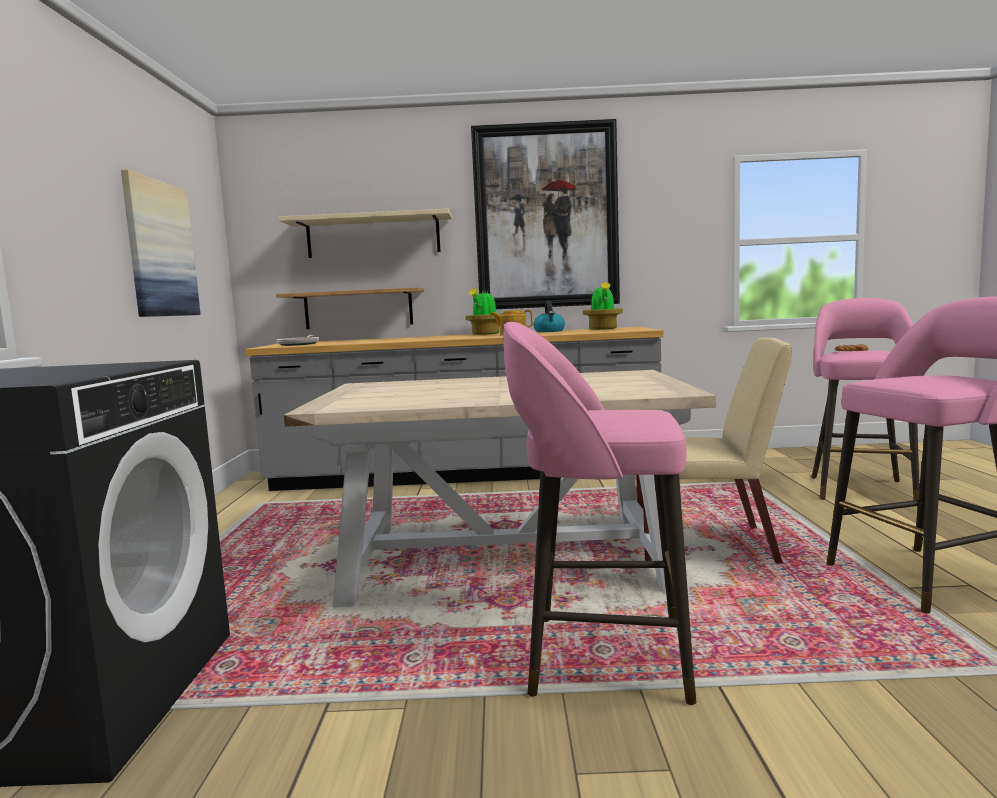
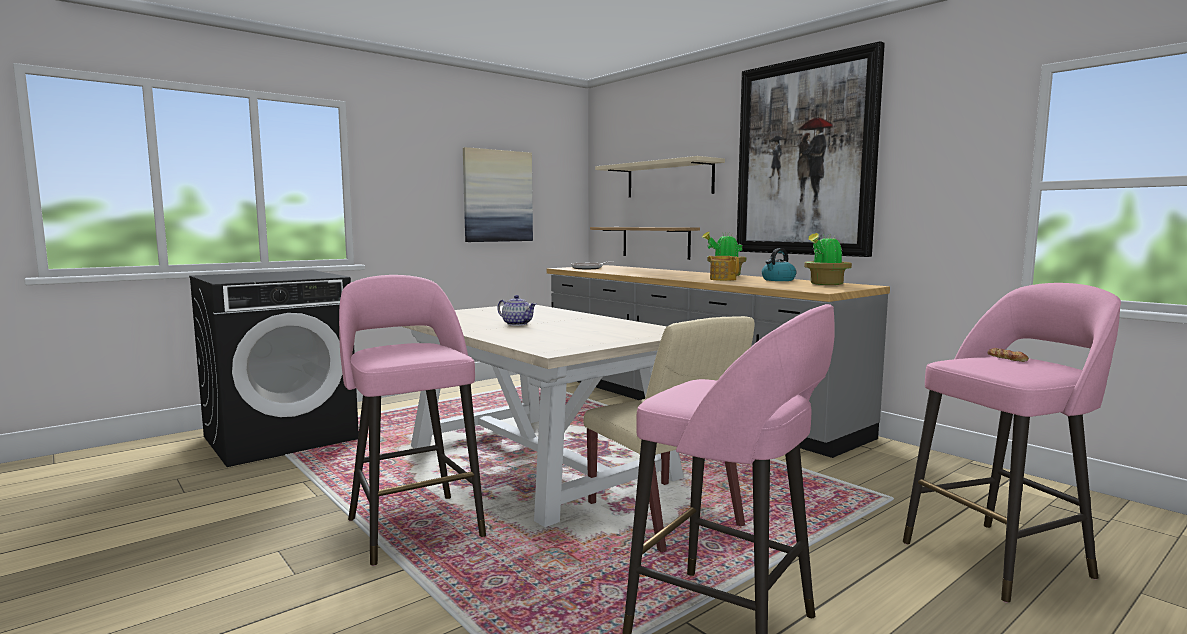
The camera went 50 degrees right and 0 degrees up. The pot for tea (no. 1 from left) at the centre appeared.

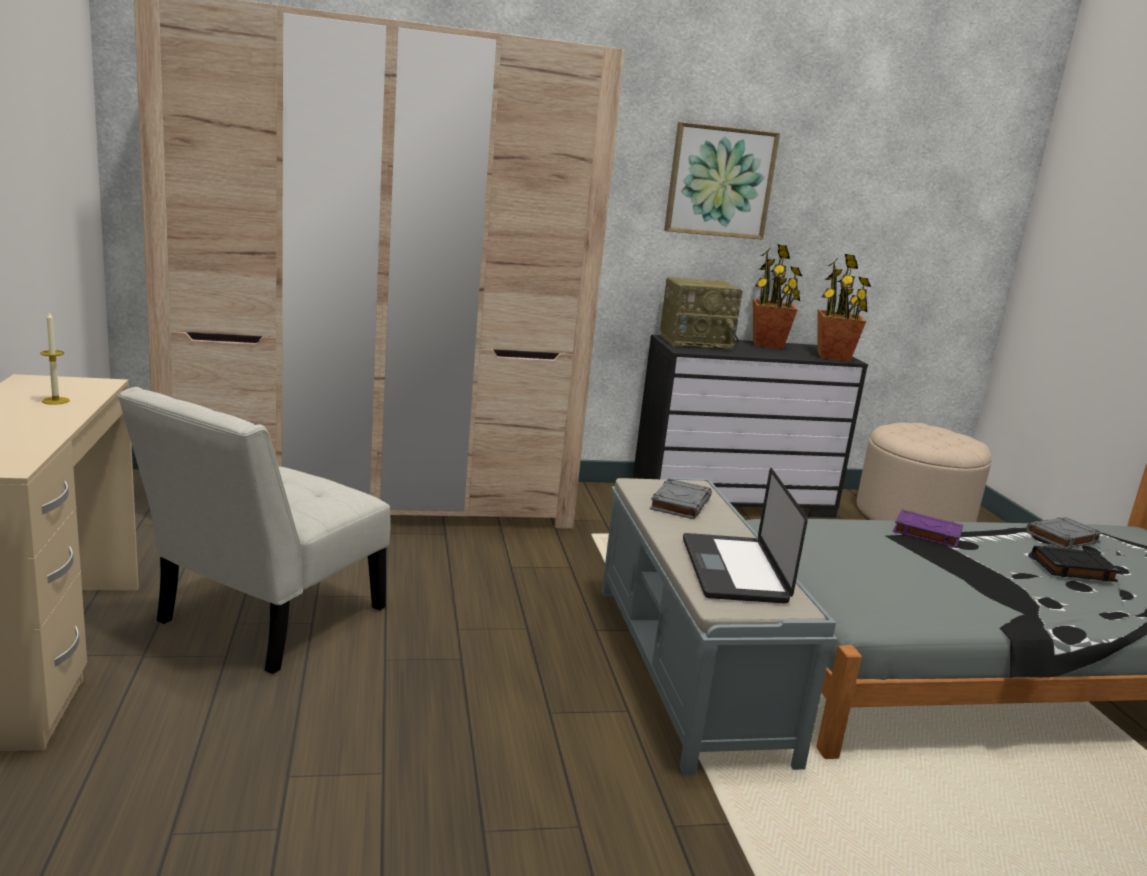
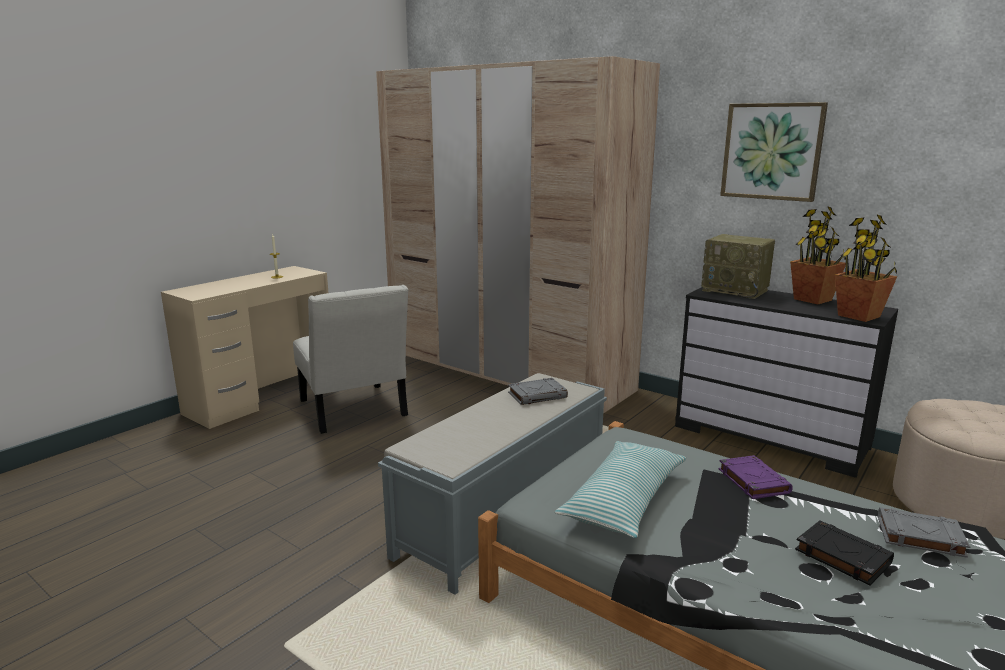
The camera went 50 degrees right and 0 degrees up. The white chair at the middle left turned 105 degrees counterclockwise. The notebook computer at the centre disappeared. The cushion at the bottom centre appeared.

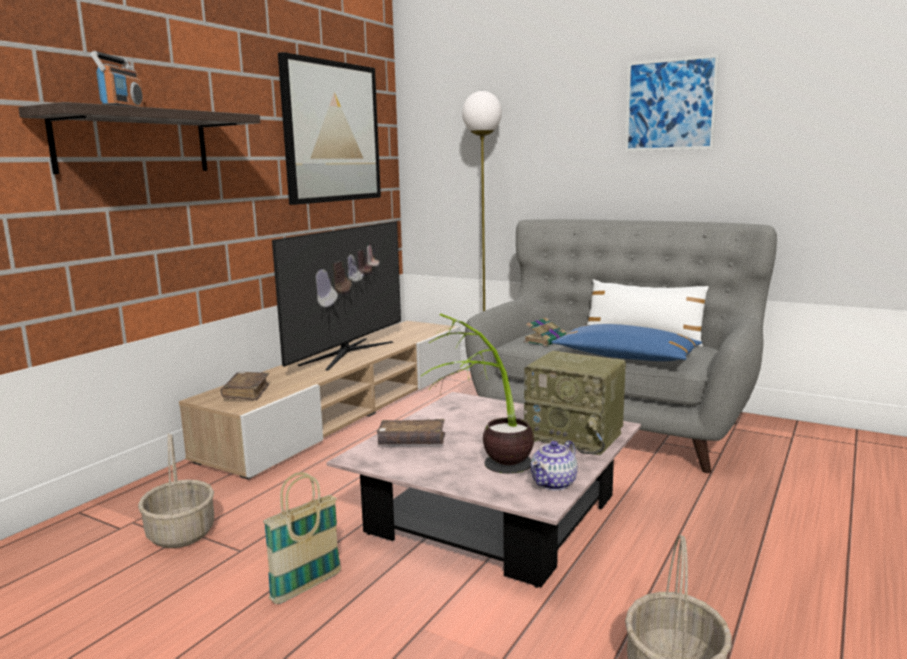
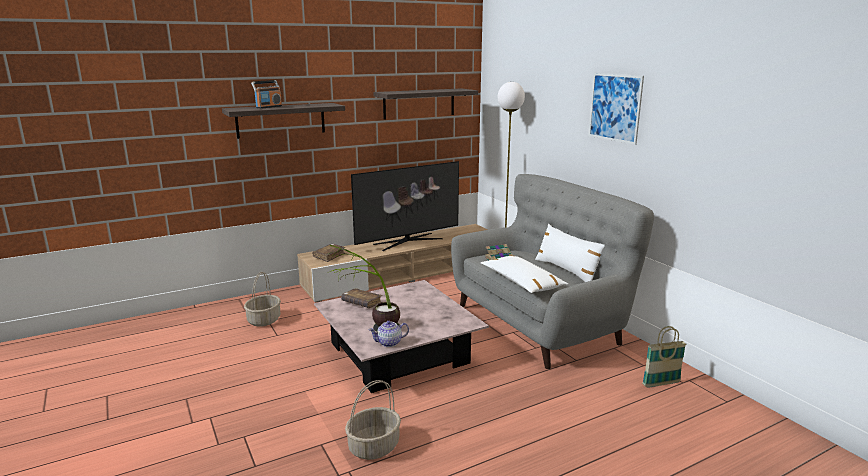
The camera went 30 degrees right and 5 degrees up. The storage basket (no. 2 from left in the first image) moved from the bottom left to the bottom right. The picture (no. 1 from left) at the top centre was replaced by the shelf (no. 2 from left) at the top centre. The radio set (no. 2 from left) at the centre disappeared. The blue-coloured cushion at the middle right became the white cushion (no. 1 from left) at the centre.

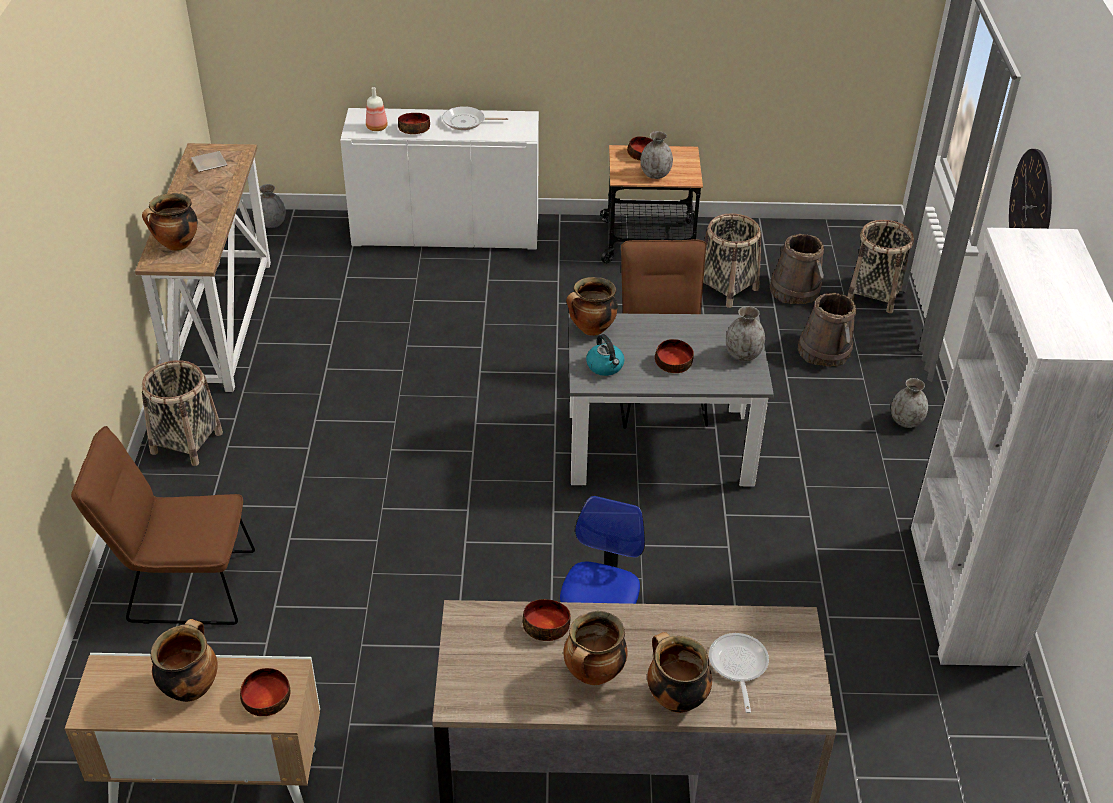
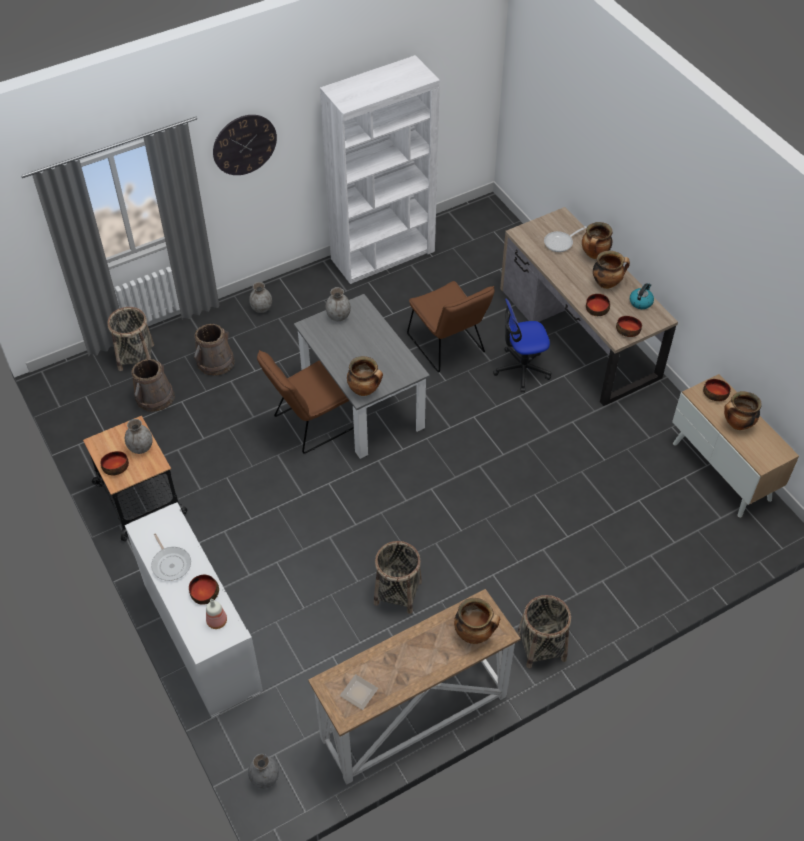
The camera went 120 degrees left and 10 degrees up. The brown-coloured chair (no. 1 from left in the first image) moved from the middle left to the centre. The water kettle moved from the centre to the middle right. The serving bowl (no. 5 from left in the first image) moved from the centre to the middle right. The storage basket (no. 2 from left) moved from the top centre to the bottom centre.

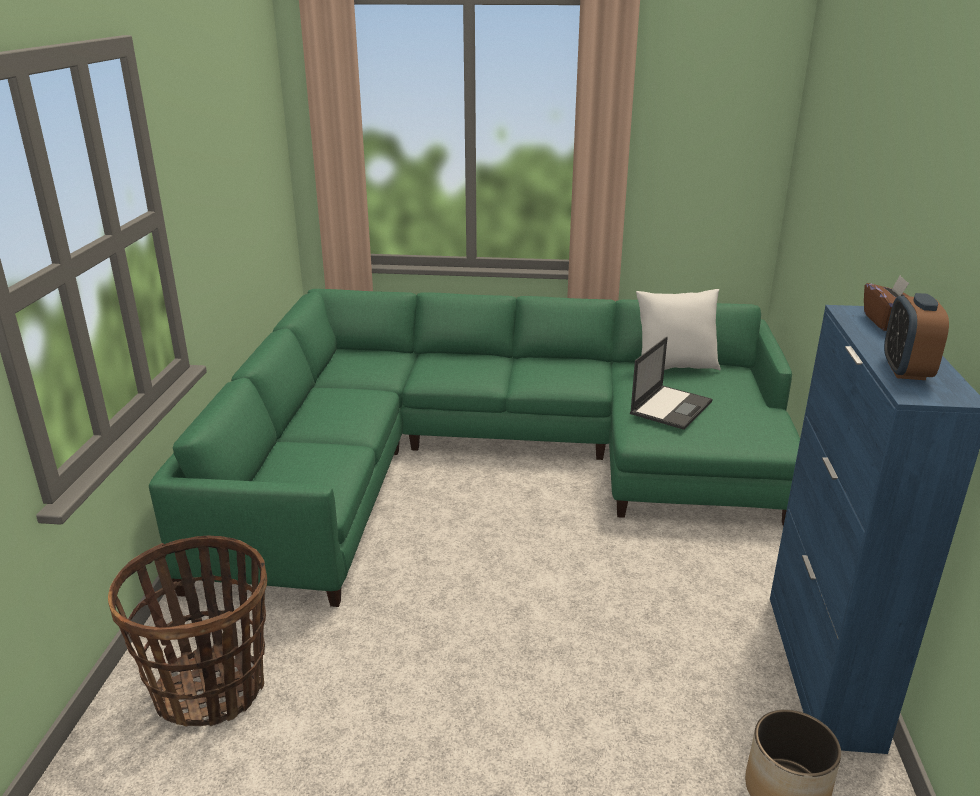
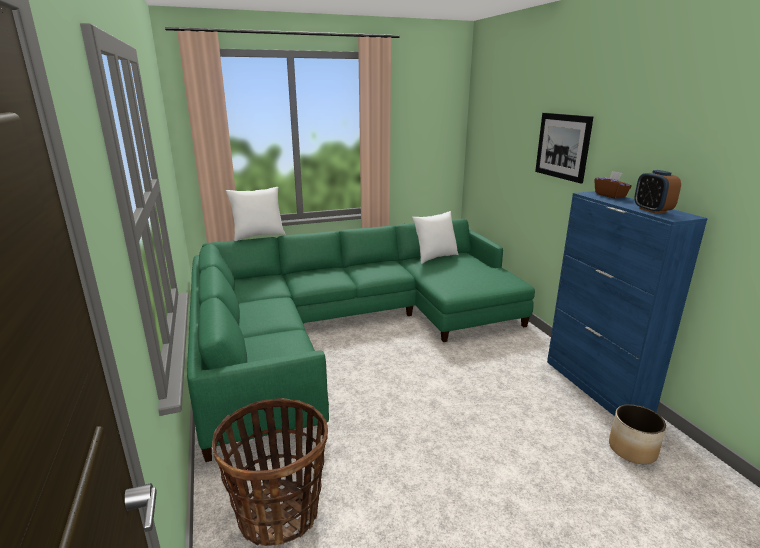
The camera went 25 degrees left and 5 degrees down. The notebook computer at the middle right disappeared. The white cushion (no. 1 from left) at the centre appeared. The picture at the top right appeared.

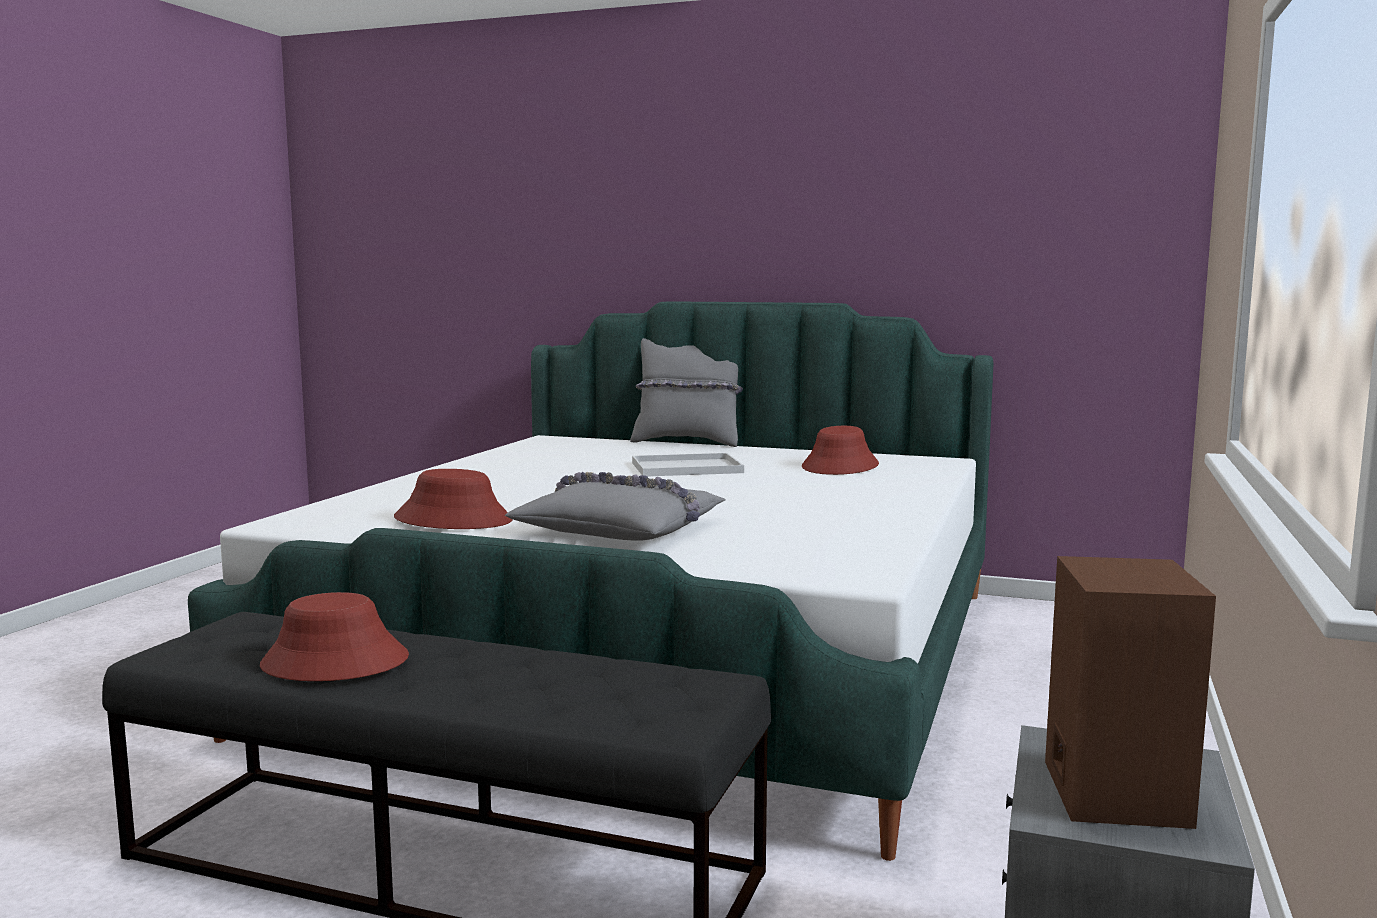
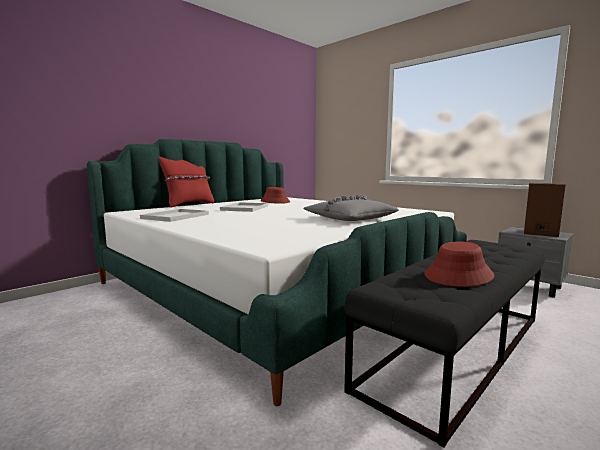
The camera went 65 degrees left and 0 degrees up. The red-coloured clothing hat (no. 2 from left) at the middle left disappeared. The gray cushion (no. 2 from left) at the centre became the red-coloured cushion at the middle left. The white tray (no. 1 from left) at the middle left appeared.

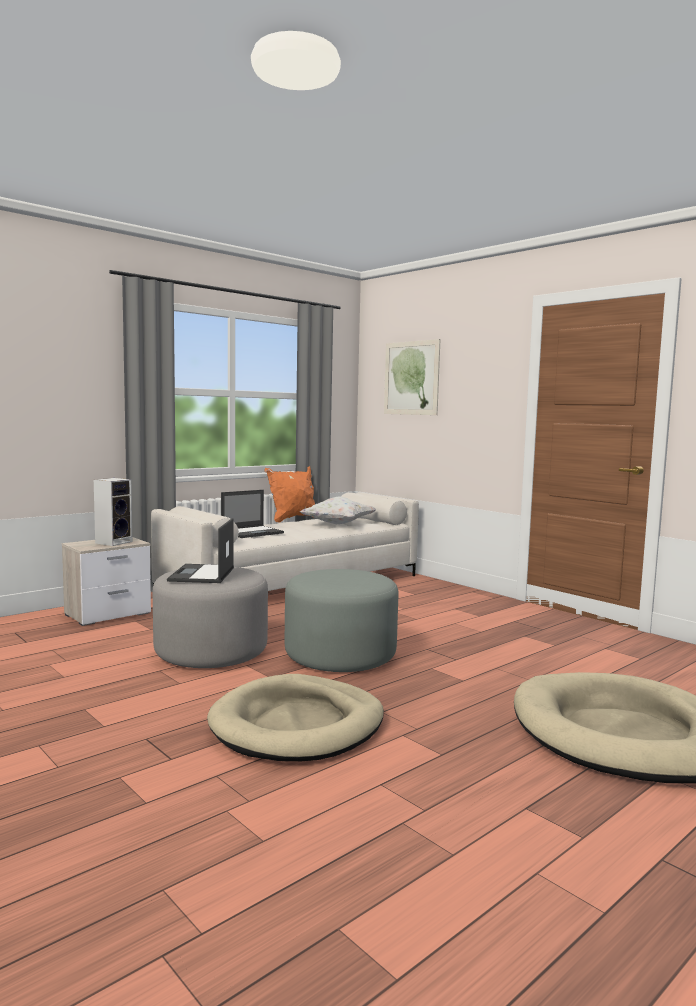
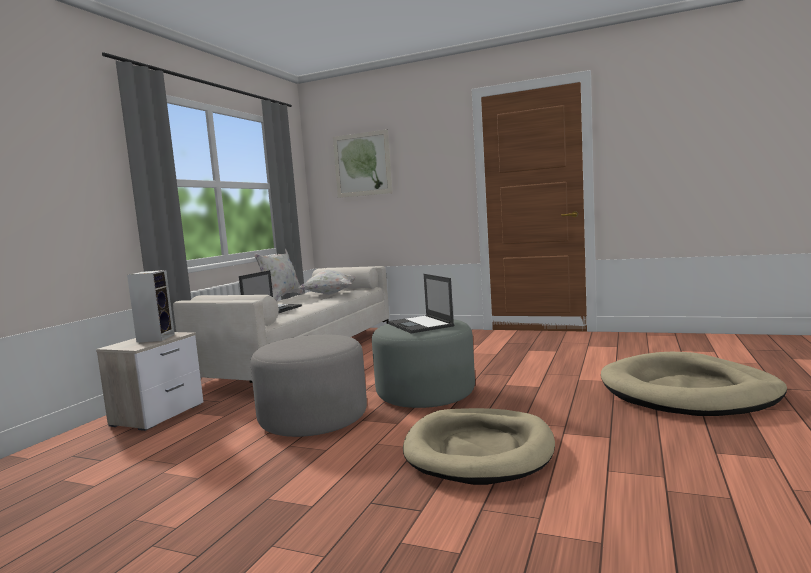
The camera went 25 degrees left and 0 degrees up. The notebook computer (no. 1 from left in the first image) moved from the middle left to the centre. The orange-coloured cushion at the centre became the white cushion (no. 1 from left) at the centre.

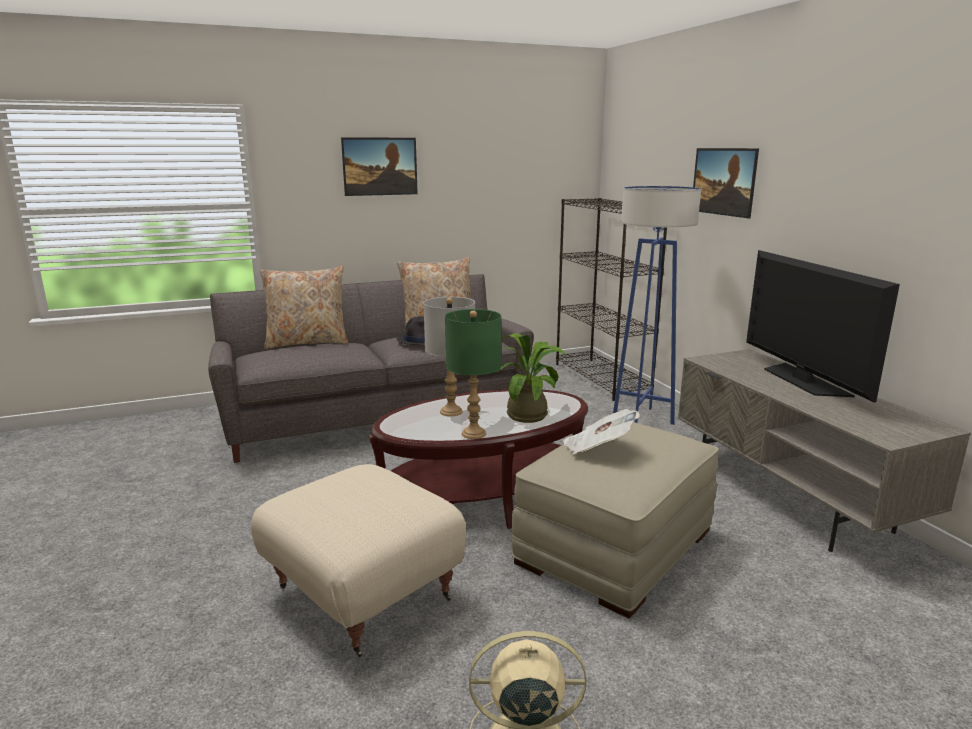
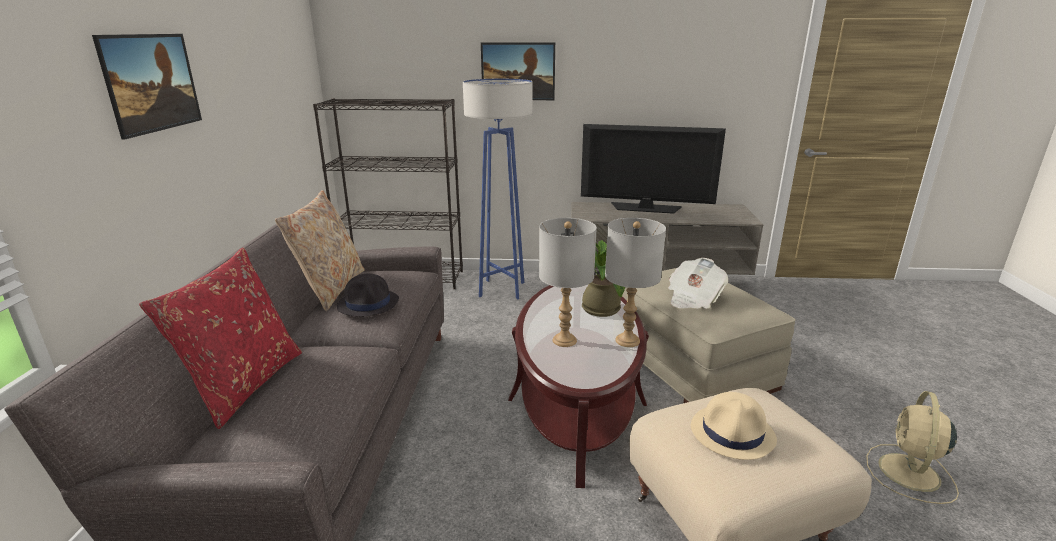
The camera went 65 degrees left and 5 degrees up. The sand-coloured cushion (no. 1 from left) at the middle left became the red-coloured cushion at the middle left. The green tabletop lamp at the centre became the gray tabletop lamp (no. 2 from left) at the centre. The sand-coloured clothing hat at the bottom right appeared.

